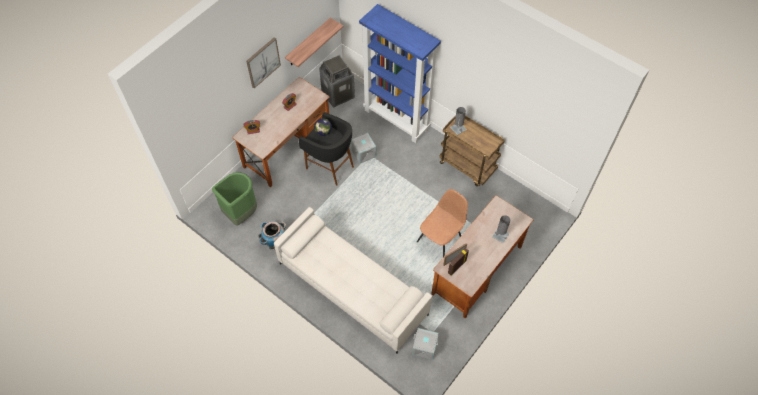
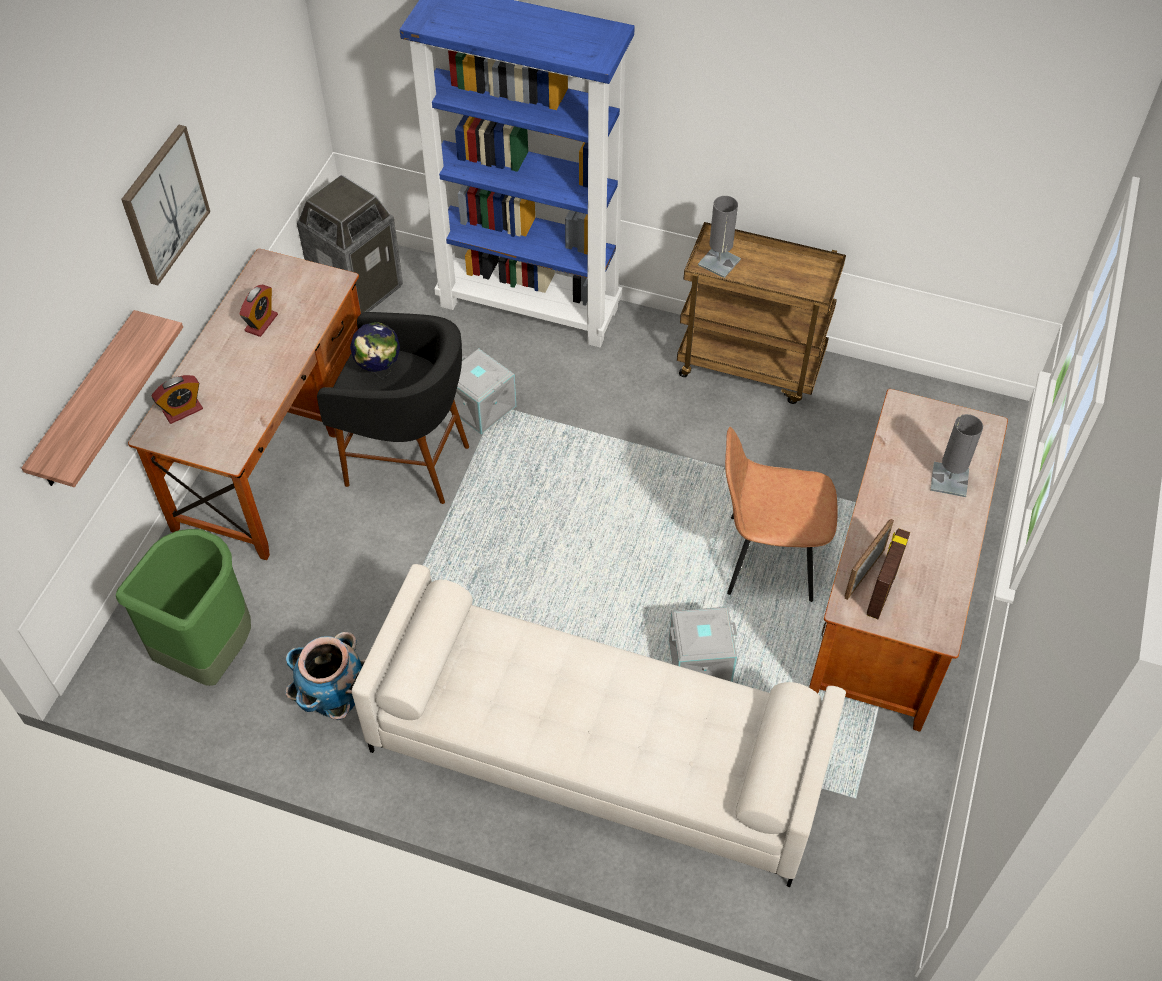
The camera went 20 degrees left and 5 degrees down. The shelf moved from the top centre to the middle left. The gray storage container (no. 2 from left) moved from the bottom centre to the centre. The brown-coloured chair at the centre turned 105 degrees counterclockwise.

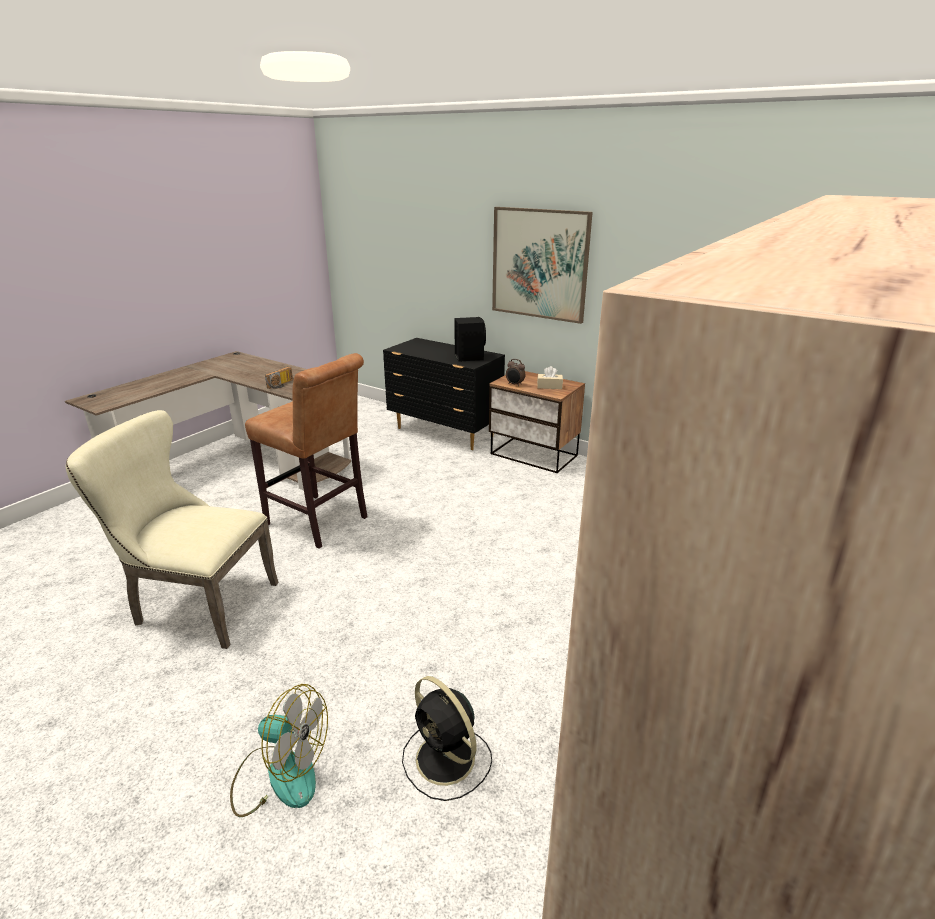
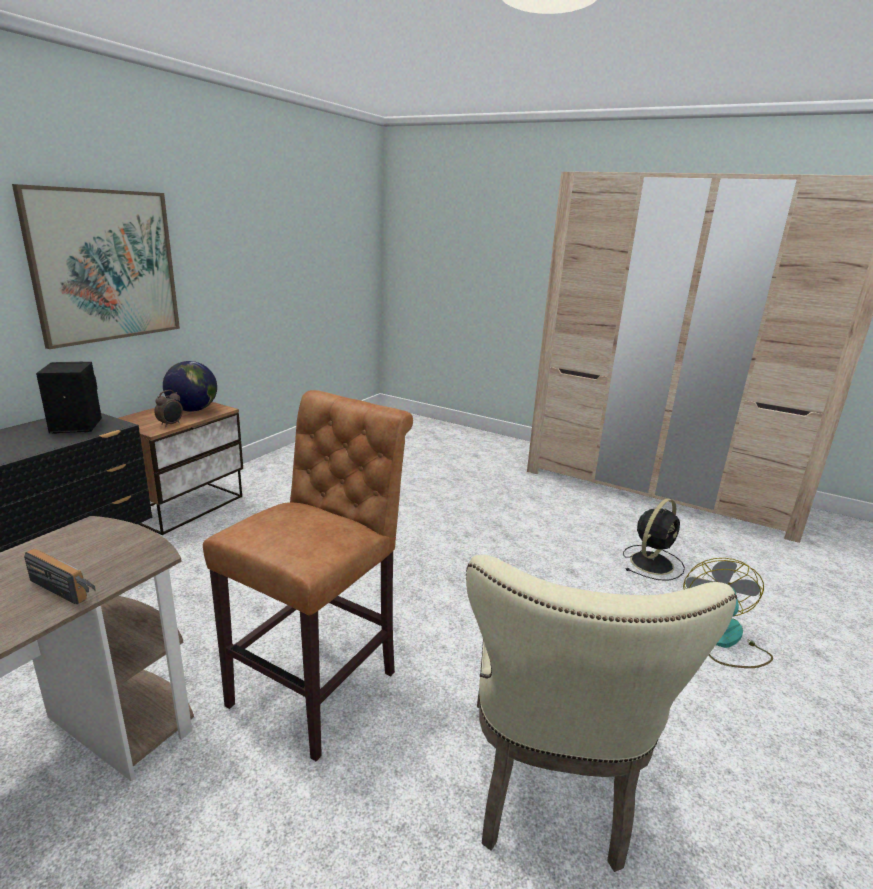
The camera went 95 degrees left and 5 degrees down. The sand-coloured tissue holder at the centre was replaced by the world globe at the middle left.

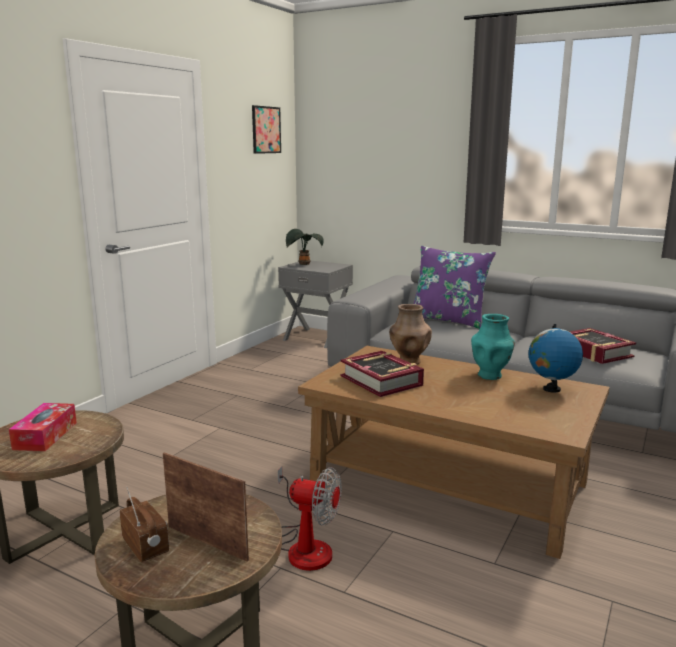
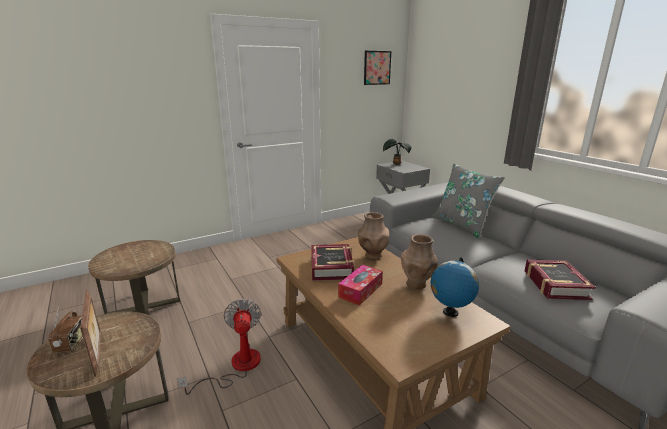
The camera went 30 degrees right and 5 degrees up. The tissue holder moved from the middle left to the centre. The fan at the bottom centre turned 150 degrees counterclockwise. The purple-coloured cushion at the middle right became the gray cushion at the middle right. The blue-green flower vase at the middle right became the brown-coloured flower vase (no. 2 from left) at the centre.

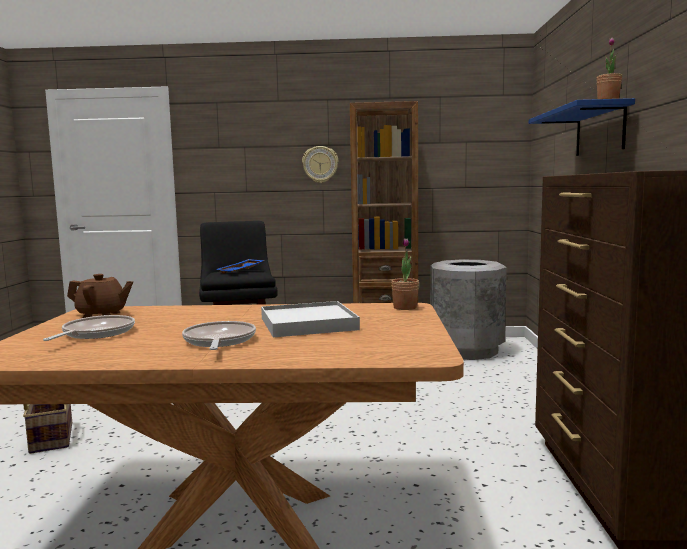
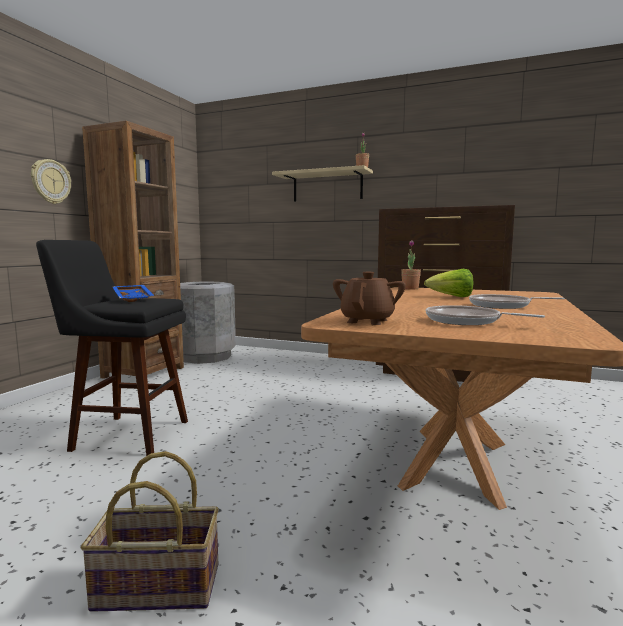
The camera went 70 degrees left and 0 degrees up. The white tray at the centre was replaced by the head of lettuce at the middle right. The blue-coloured shelf at the top right became the sand-coloured shelf at the top centre.

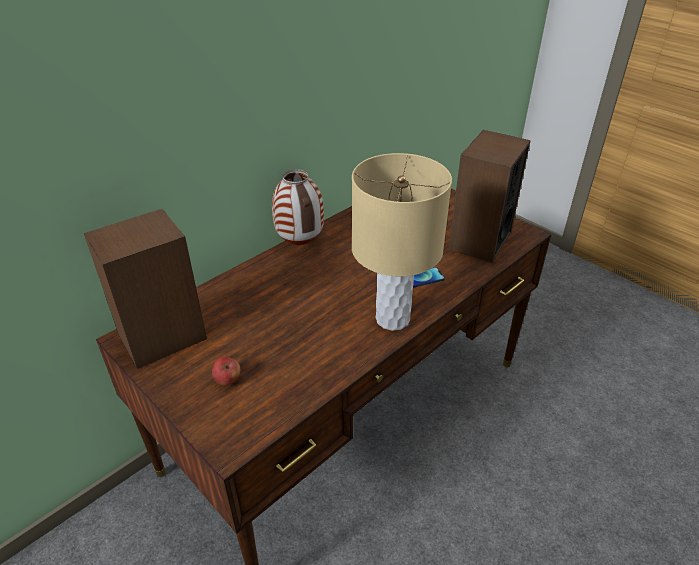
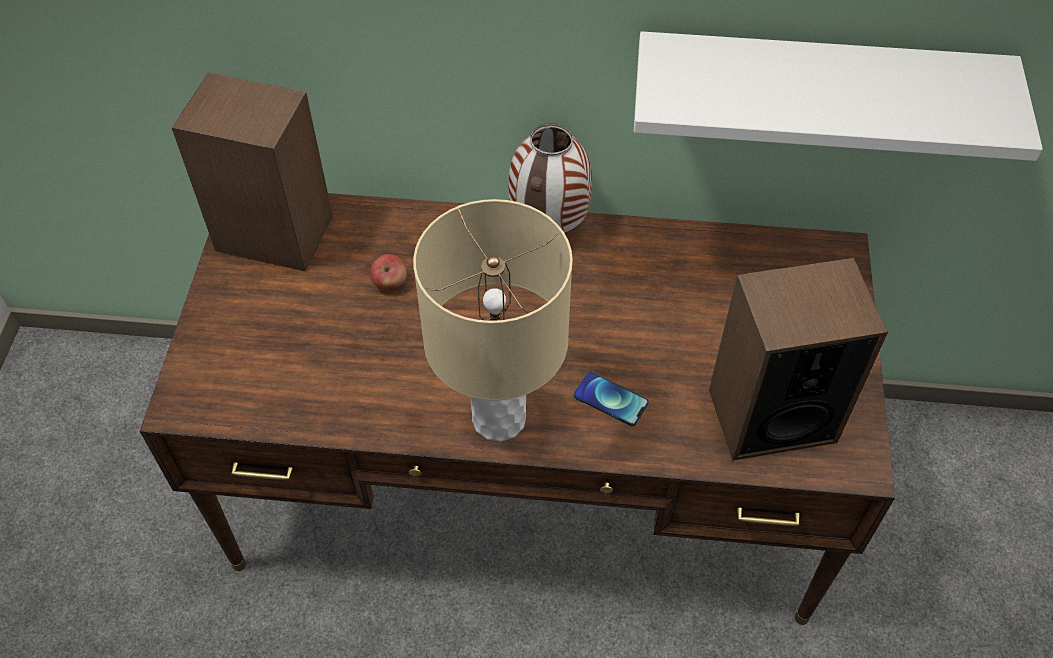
The camera went 50 degrees right and 15 degrees up. The whole apple moved from the middle left to the centre. The white shelf at the top right appeared.

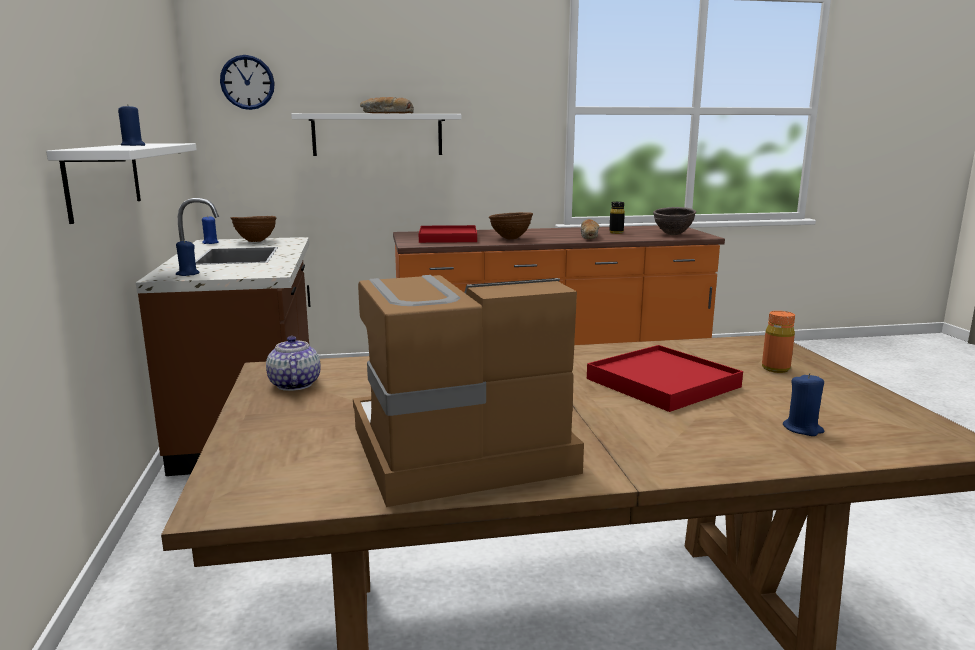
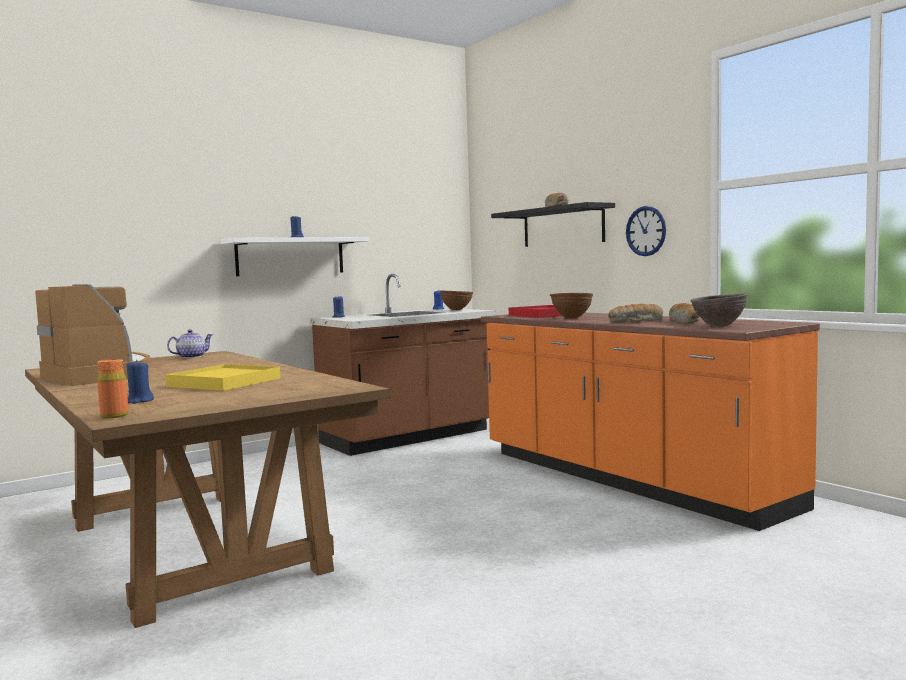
The camera went 65 degrees right and 10 degrees down. The hanging clock moved from the top left to the middle right. The white shelf (no. 2 from left) at the top centre became the blackish shelf at the top centre. The red-coloured tray (no. 2 from left) at the middle right became the yellow tray at the middle left. The blackish drink bottle at the centre was replaced by the baked bread (no. 3 from left) at the middle right. The orange-coloured drink bottle moved from the middle right to the middle left.

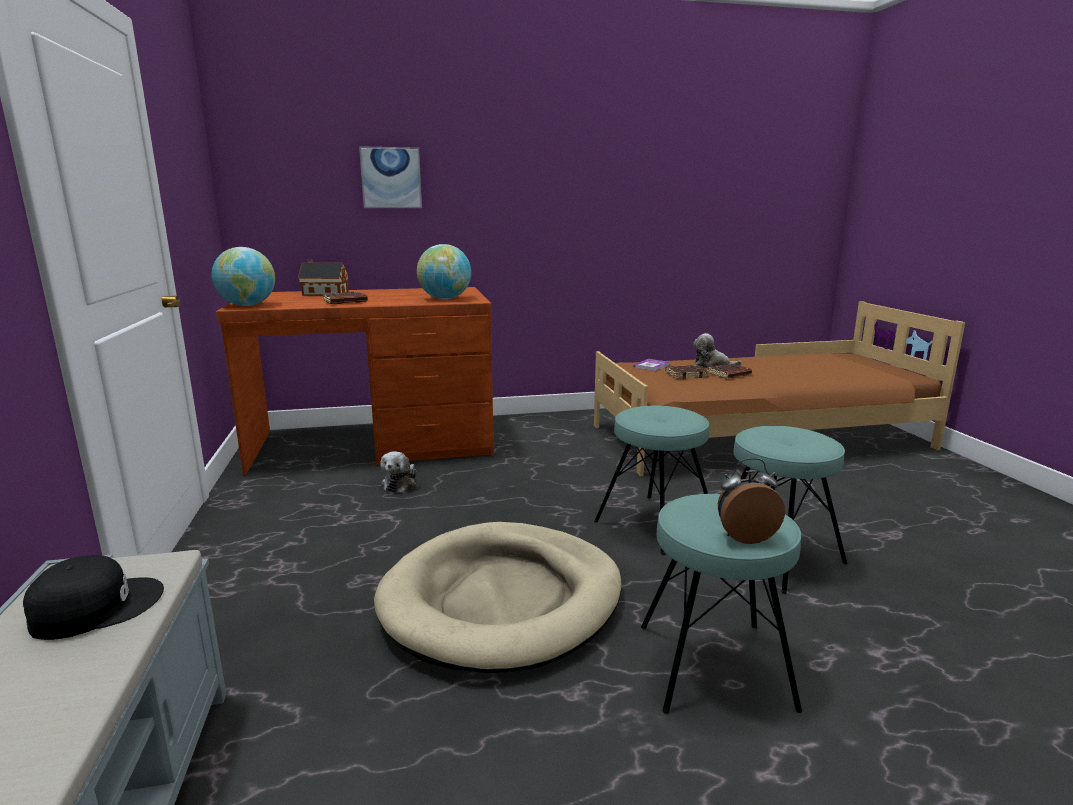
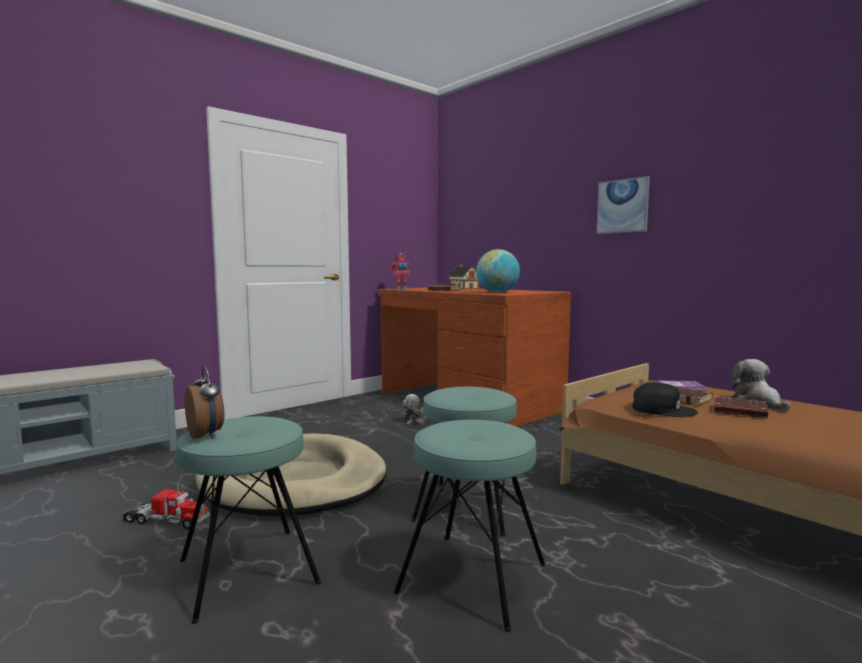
The camera went 60 degrees right and 10 degrees down. The blackish baseball cap moved from the bottom left to the middle right. The world globe (no. 1 from left) at the middle left was replaced by the toy robot at the centre. The picture moved from the top centre to the top right. The toy lorry at the bottom left appeared.

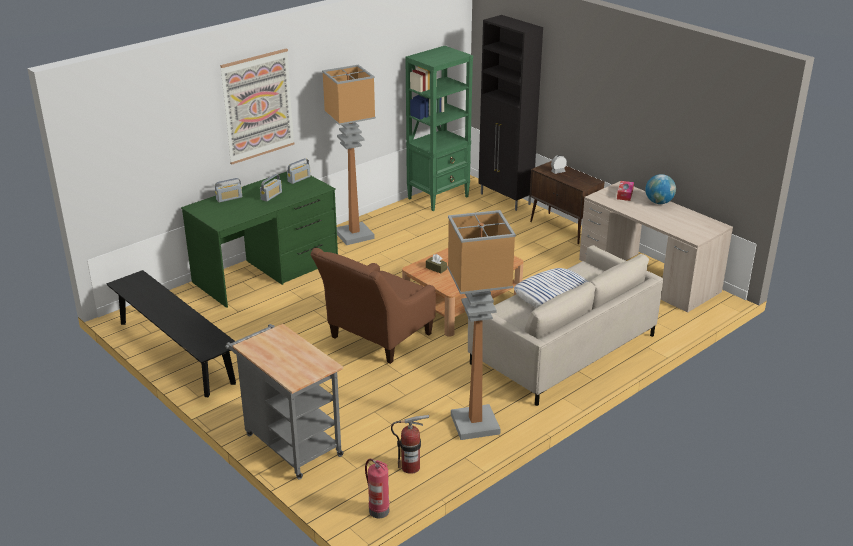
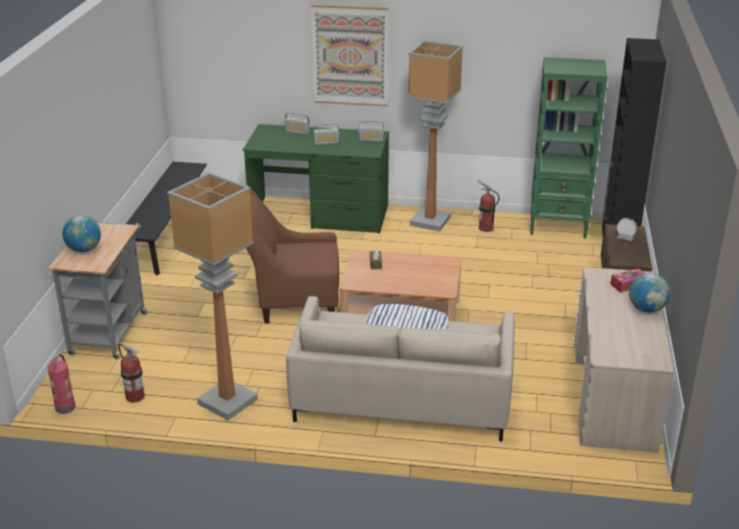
The camera went 50 degrees right and 0 degrees up. The world globe (no. 1 from left) at the middle left appeared. The extinguisher (no. 3 from left) at the centre appeared.

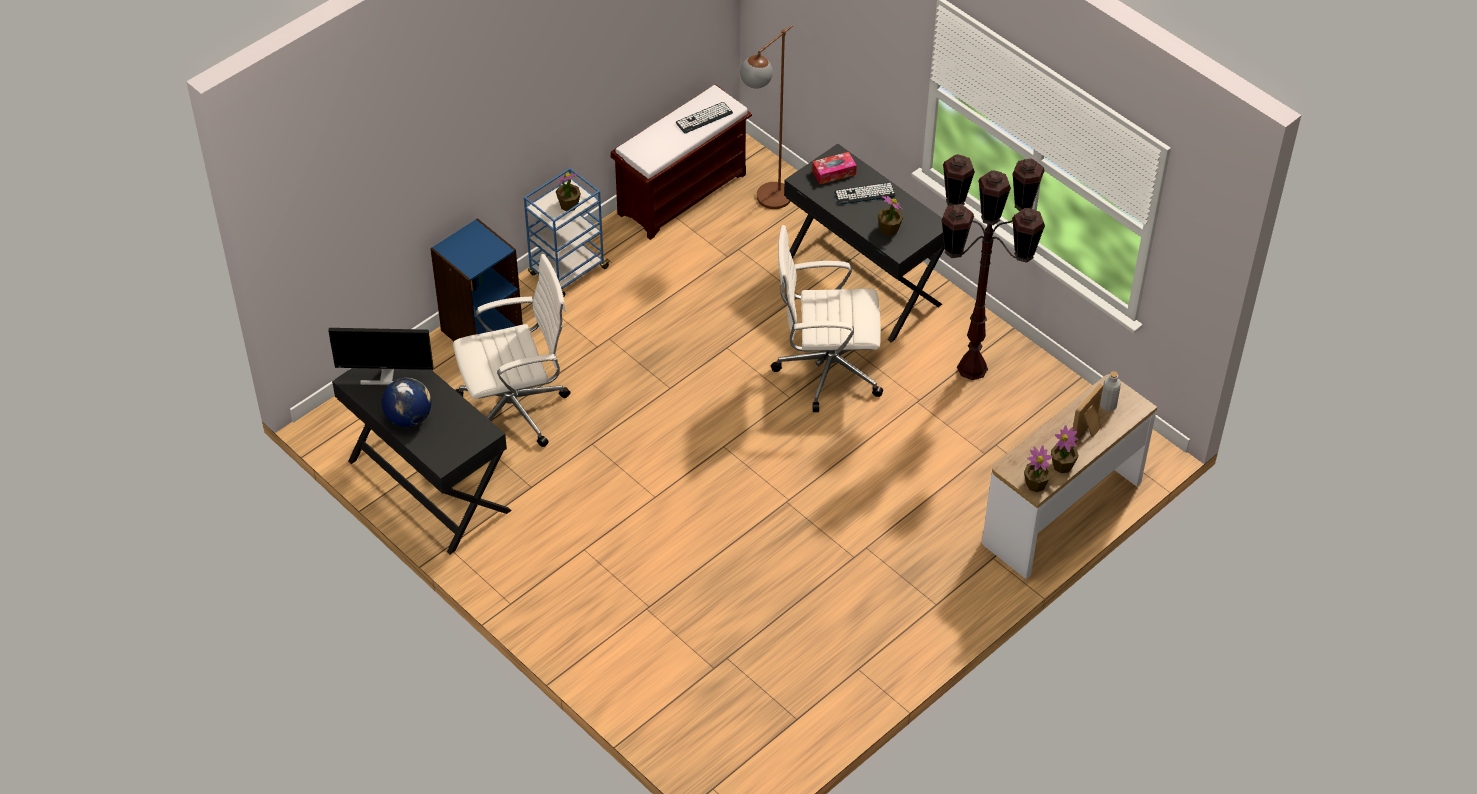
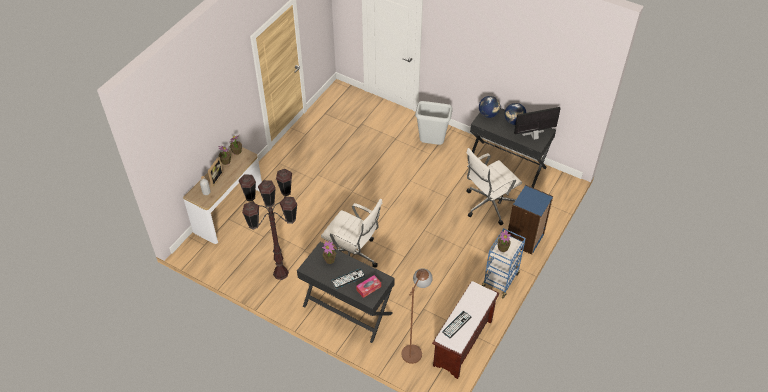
The camera went 165 degrees right and 0 degrees up. The white computer chair (no. 2 from left in the first image) at the centre turned 45 degrees clockwise. The gray rubbish bin at the top centre appeared. The world globe (no. 1 from left) at the top centre appeared.

